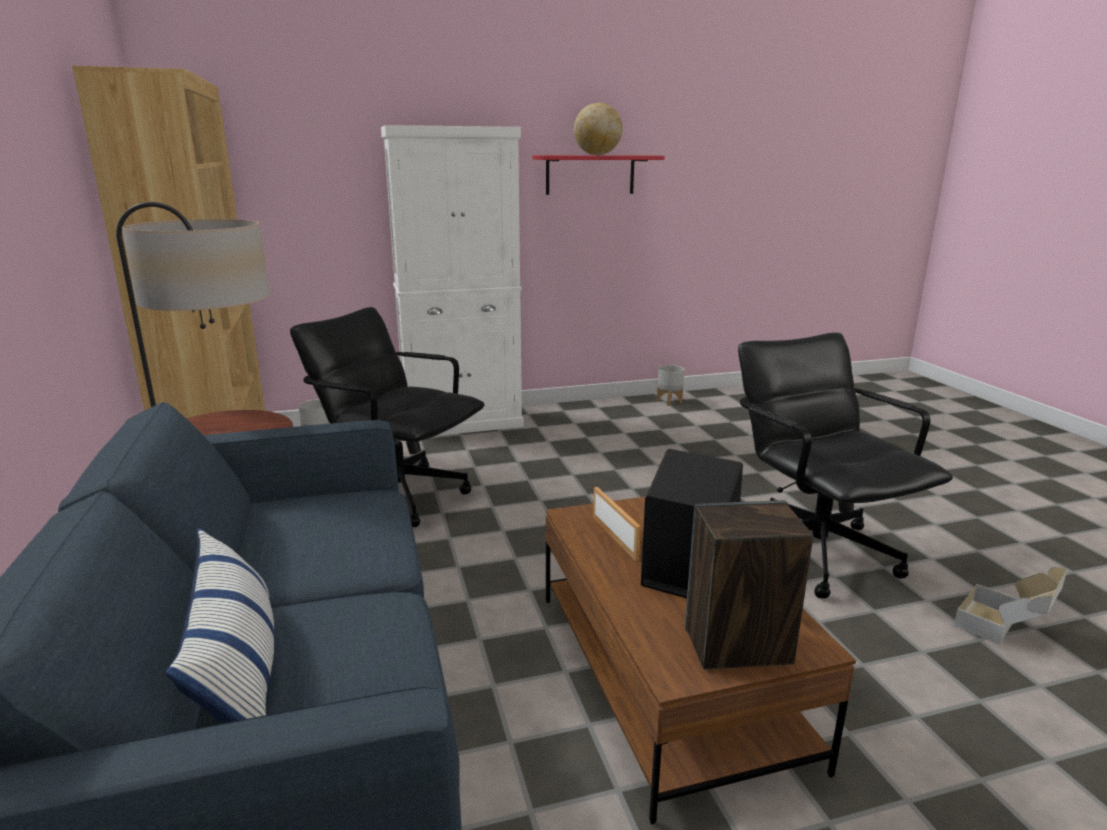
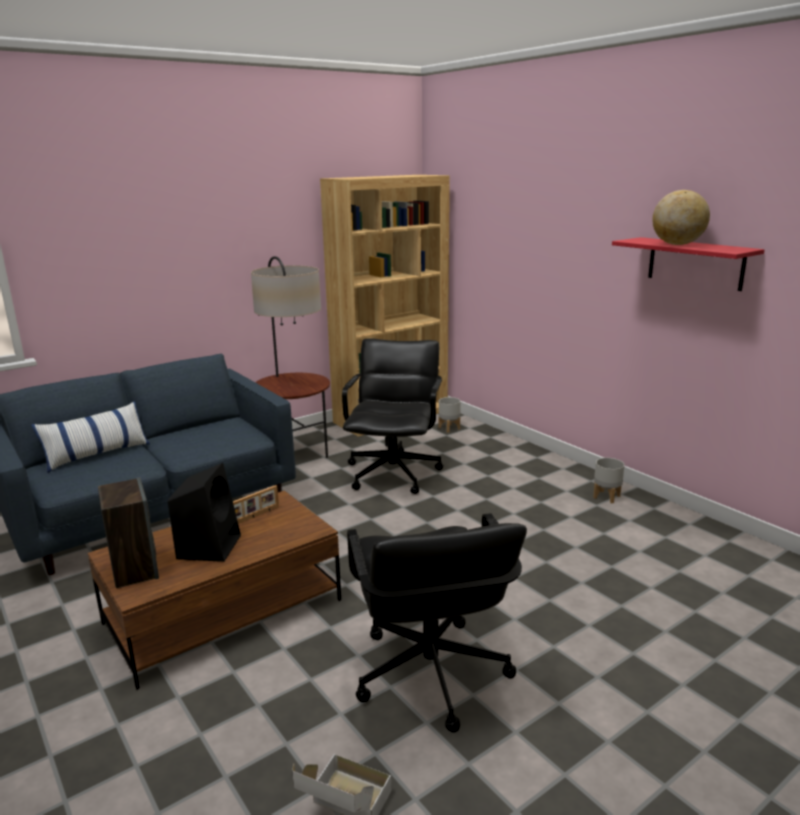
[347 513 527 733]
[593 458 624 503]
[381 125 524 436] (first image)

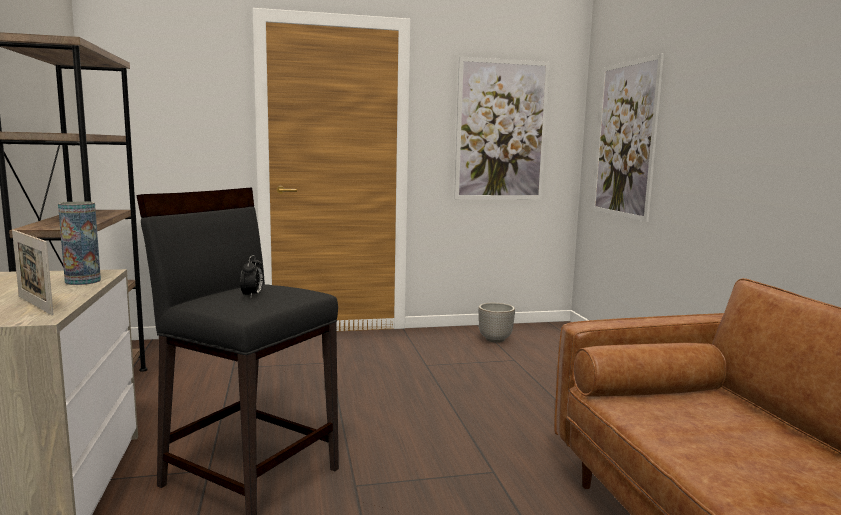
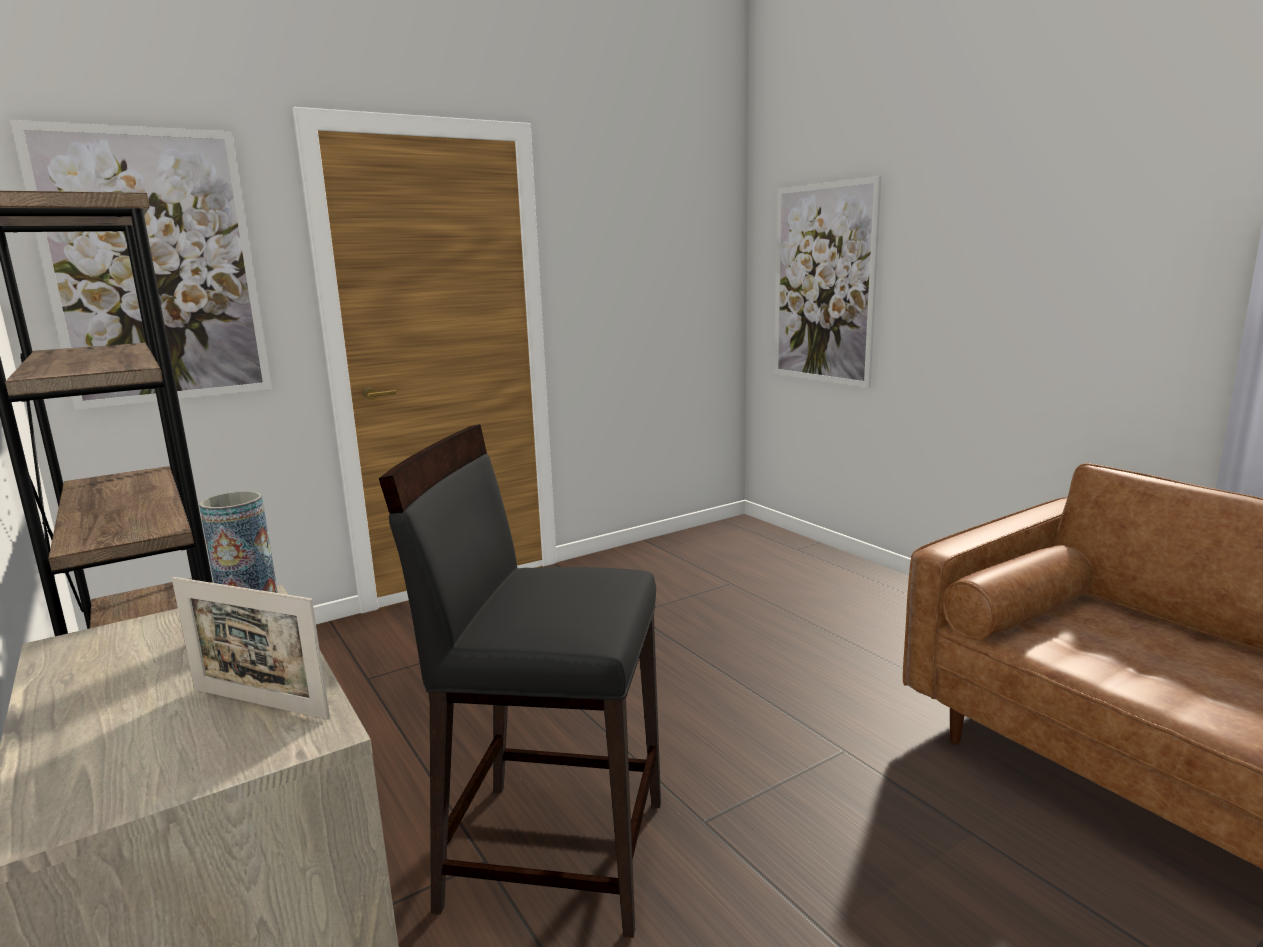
[10 120 272 410]
[240 255 264 297] (first image)
[478 303 515 343] (first image)

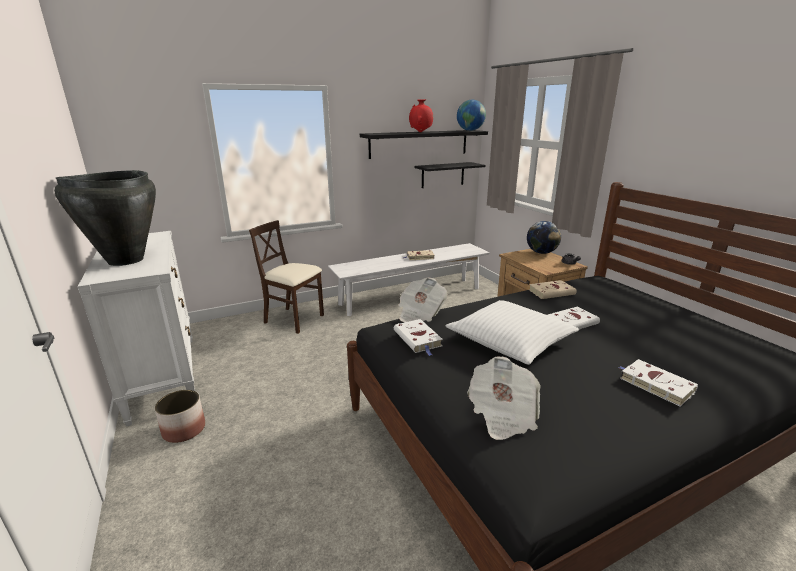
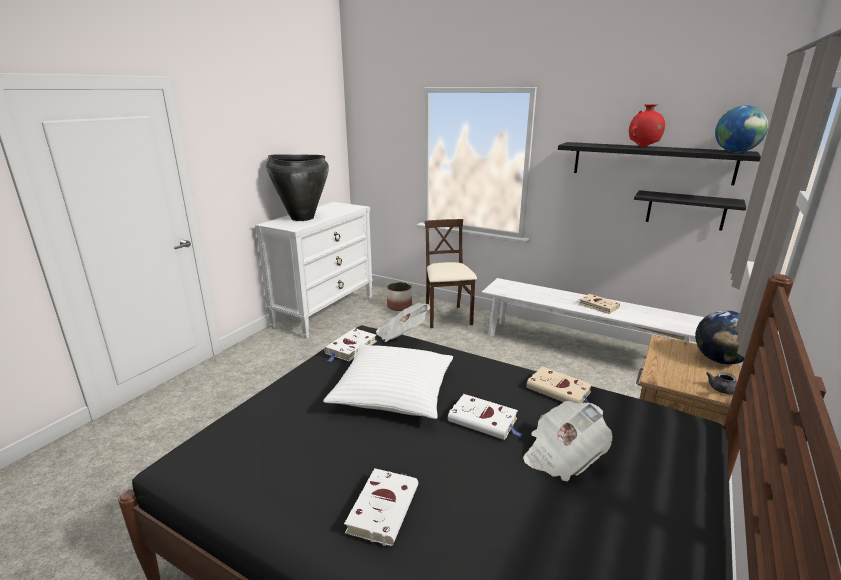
[387 282 412 311]
[523 401 613 481]

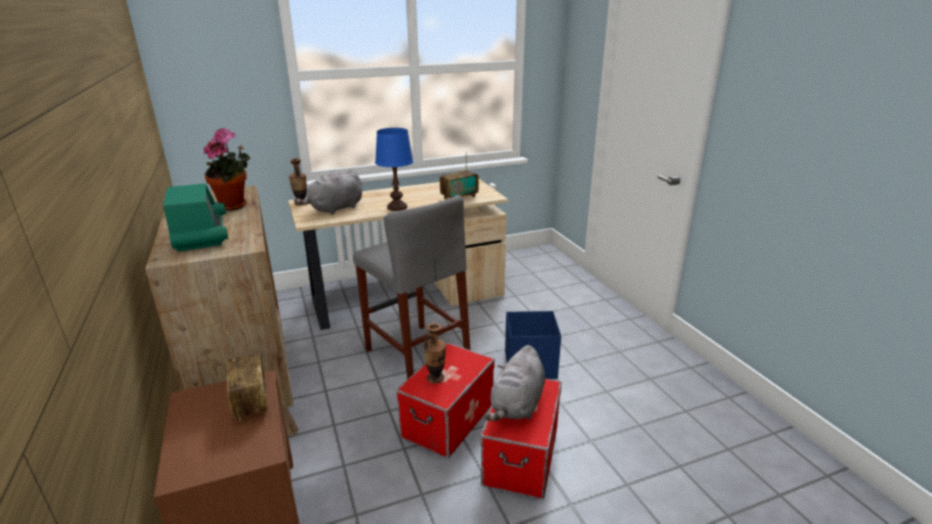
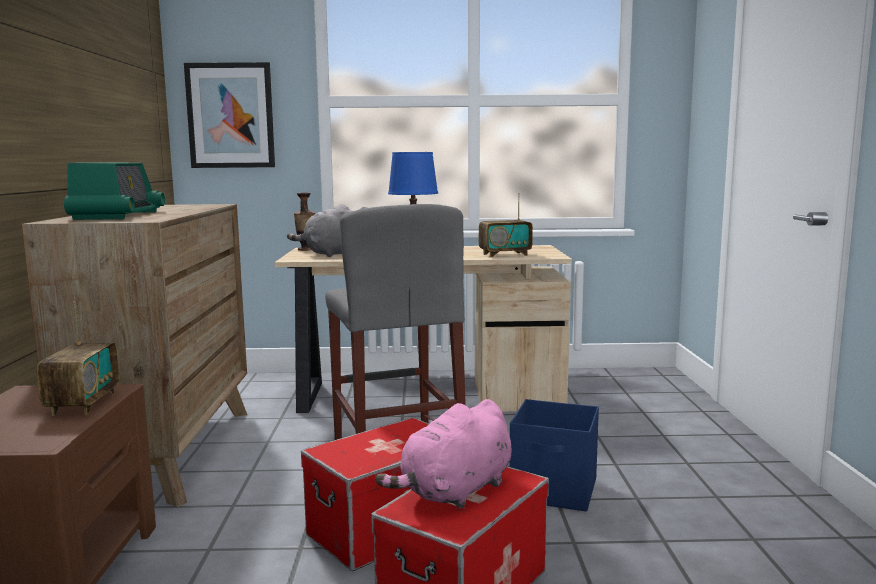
[184 62 275 168]
[375 399 511 508]
[204 128 250 211] (first image)
[423 323 446 384] (first image)

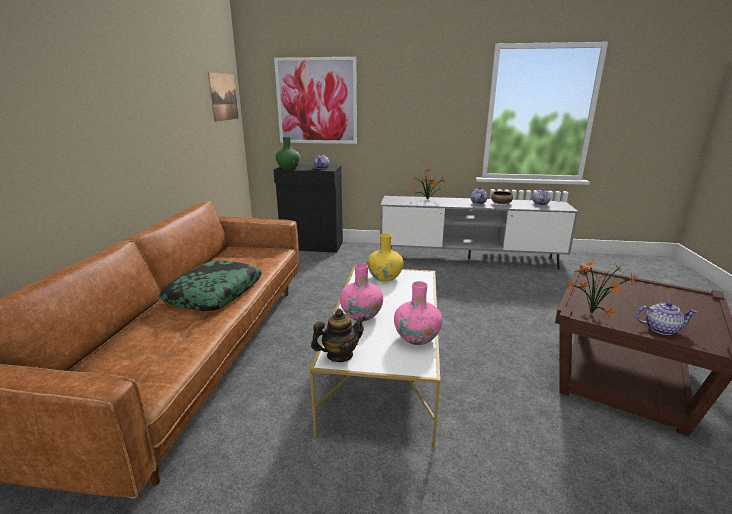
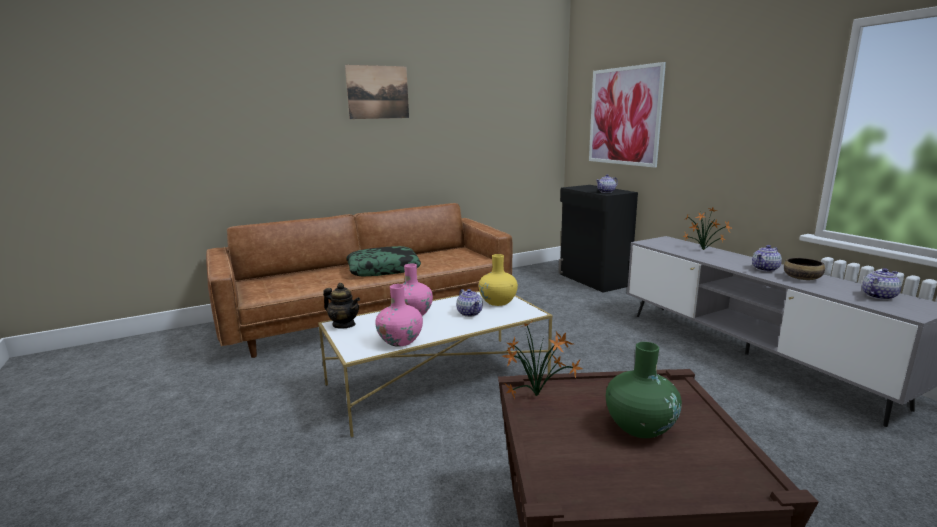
[345 65 409 119]
[456 289 483 317]
[606 342 682 438]

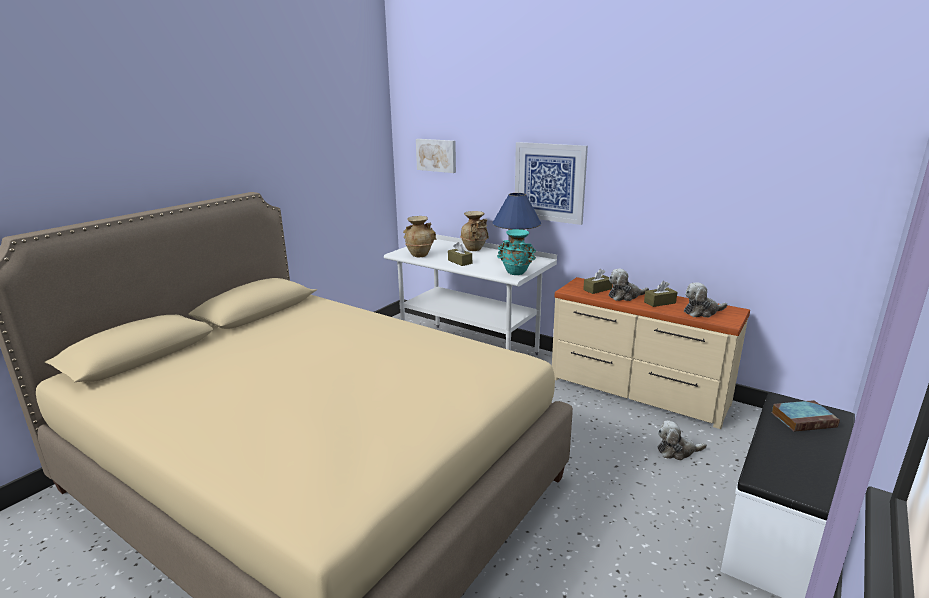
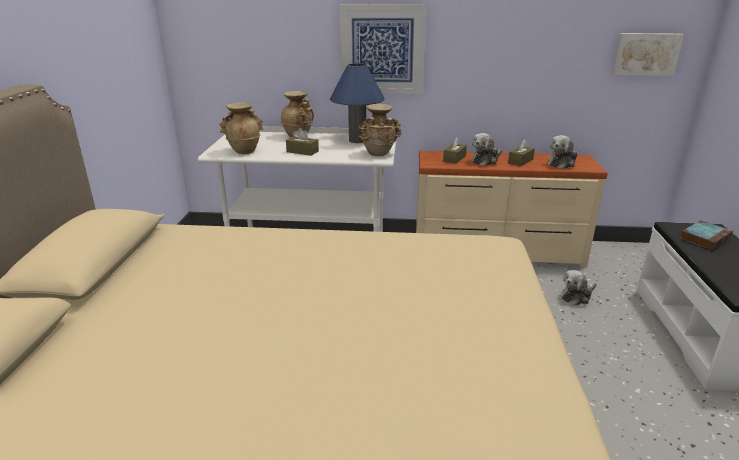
[359 104 402 156]
[612 33 684 76]

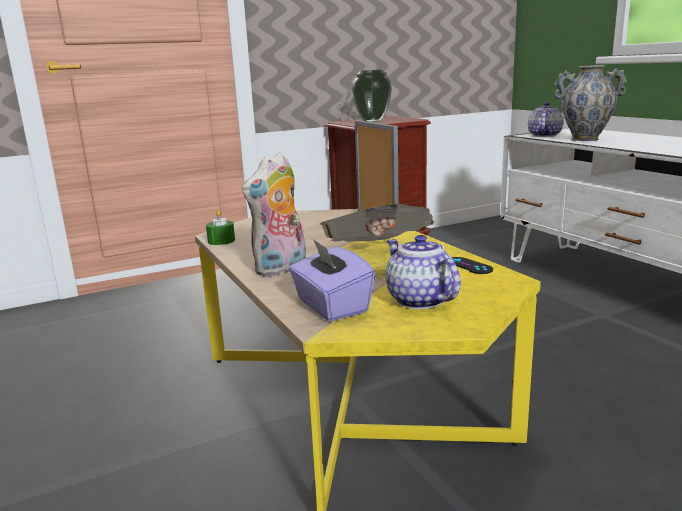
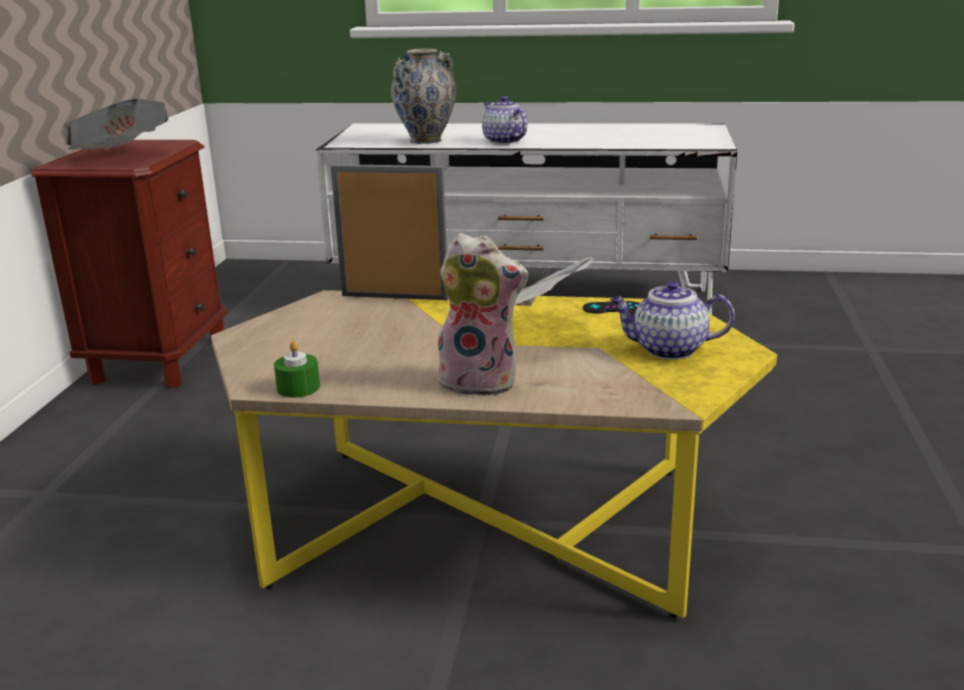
[64 98 169 150]
[438 233 528 396]
[482 96 528 144]
[289 239 375 321] (first image)

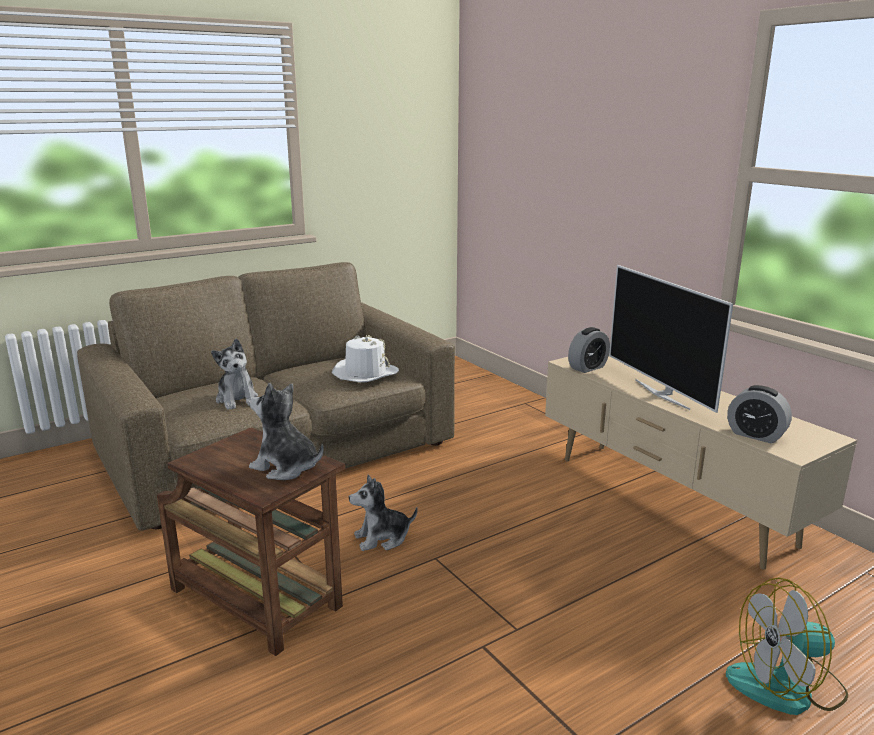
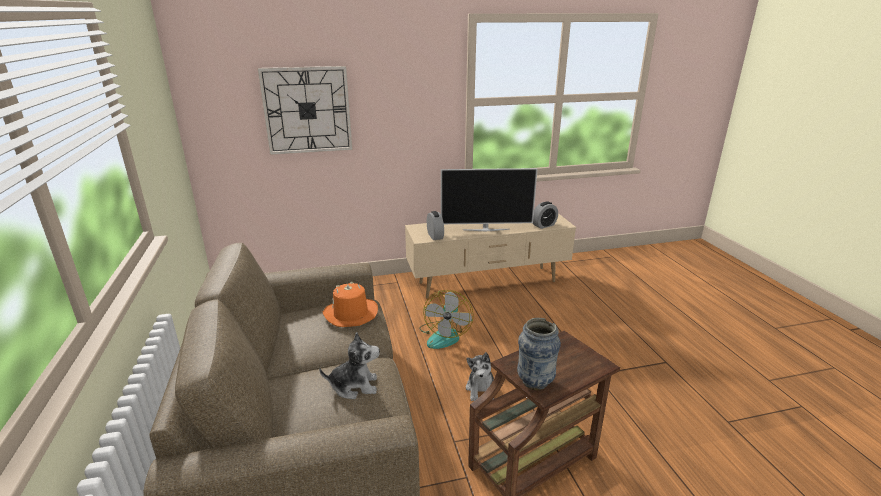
[257 66 353 155]
[323 282 378 327]
[419 290 474 349]
[517 318 561 390]
[249 383 324 480] (first image)

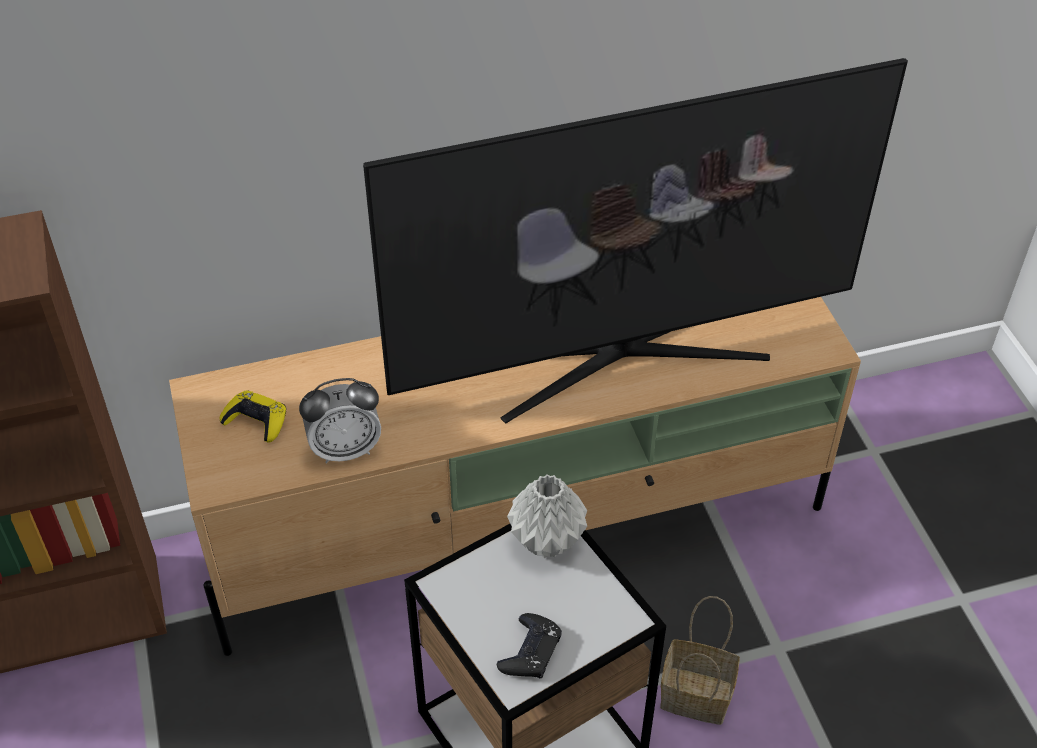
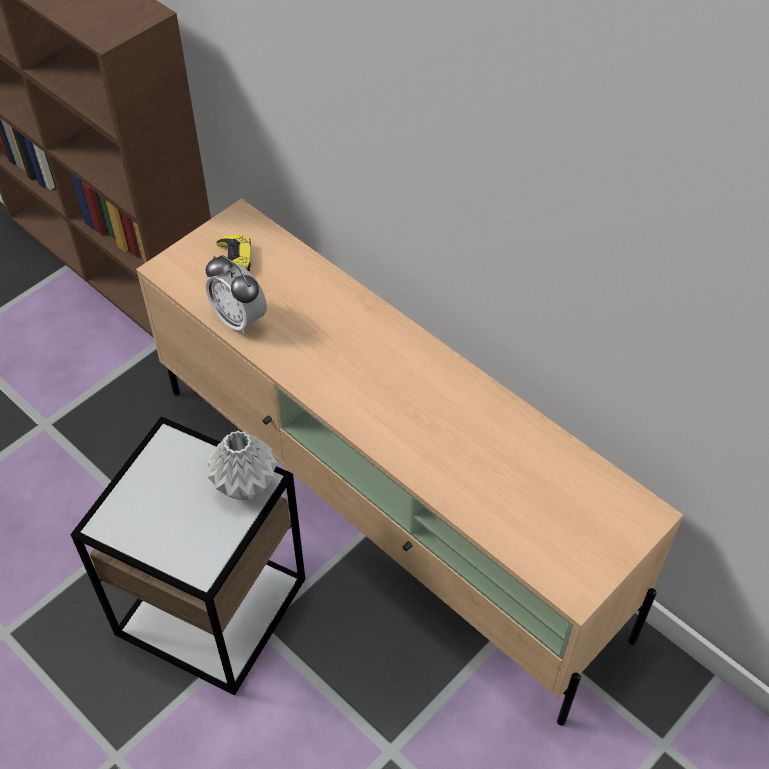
[363 58 908 424] (first image)
[496 613 562 679] (first image)
[660 596 740 725] (first image)

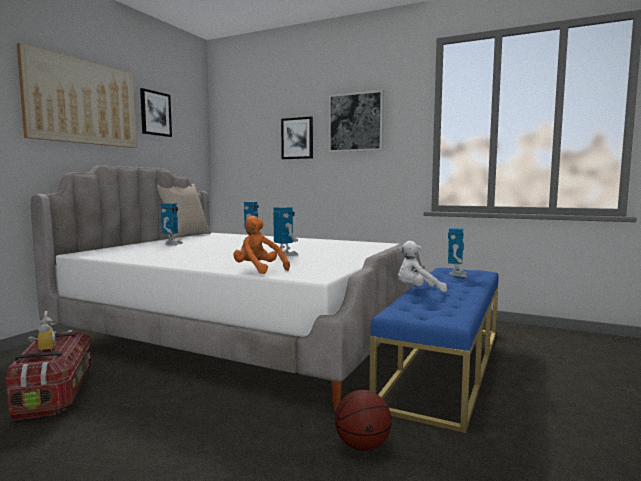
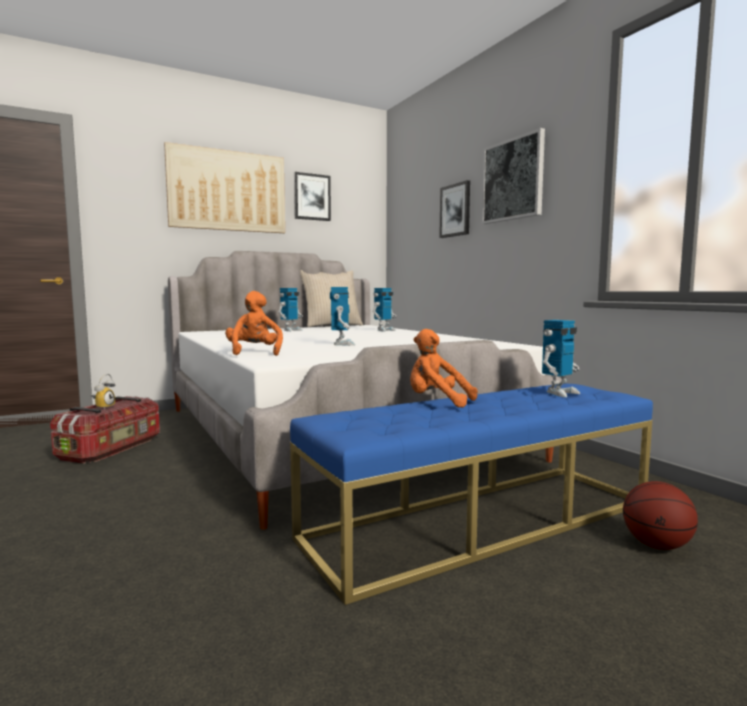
[410 329 478 408]
[623 481 698 550]

